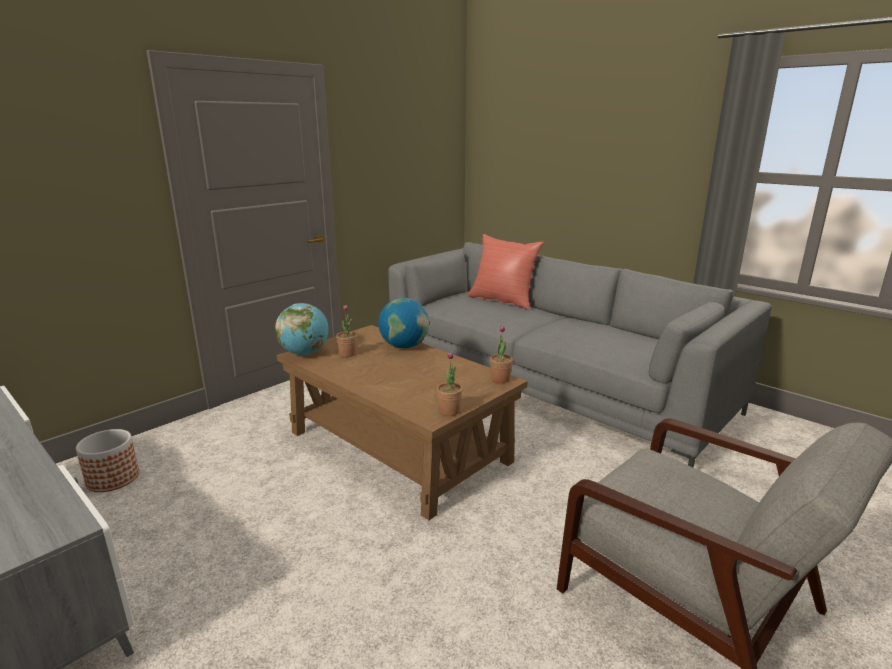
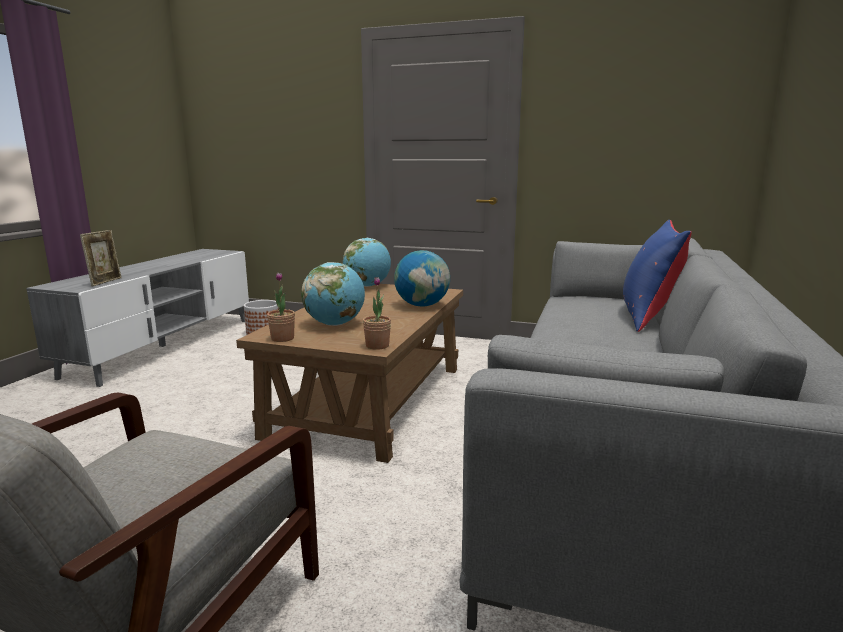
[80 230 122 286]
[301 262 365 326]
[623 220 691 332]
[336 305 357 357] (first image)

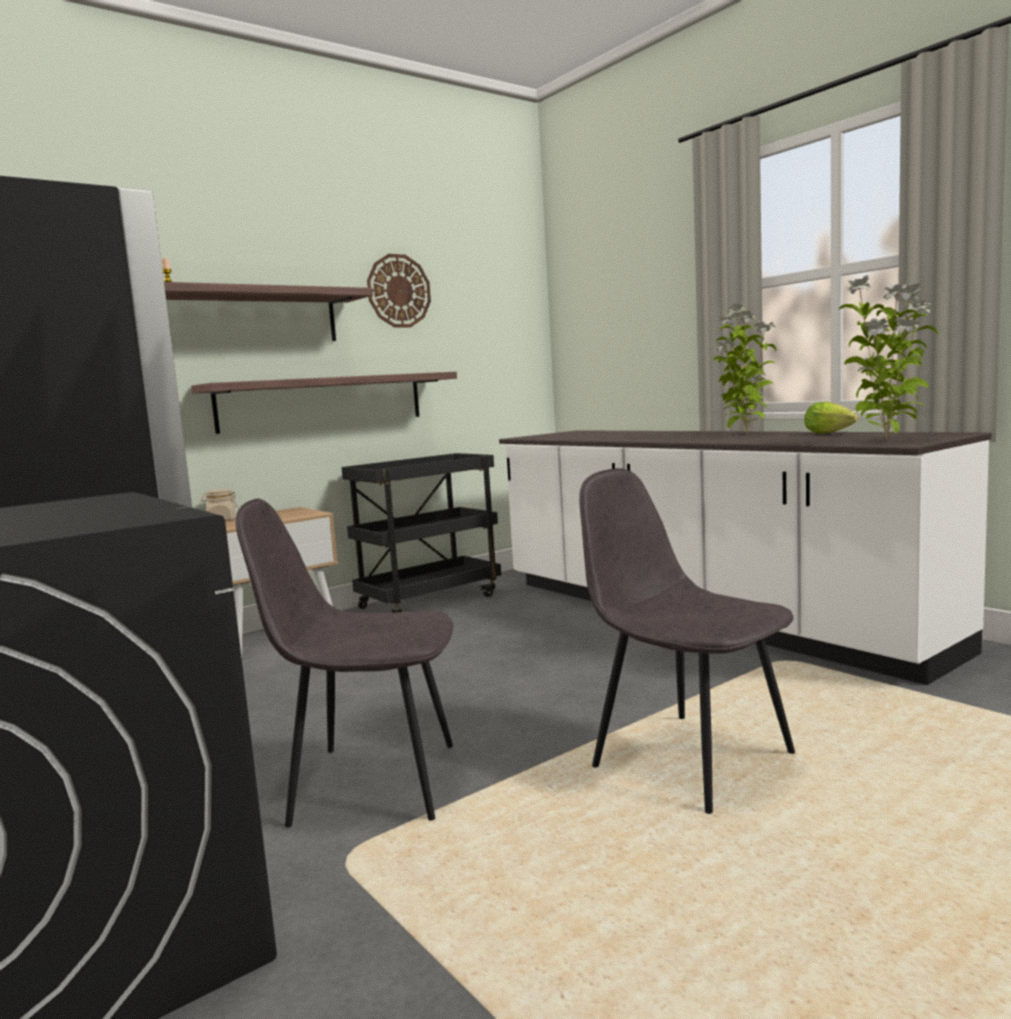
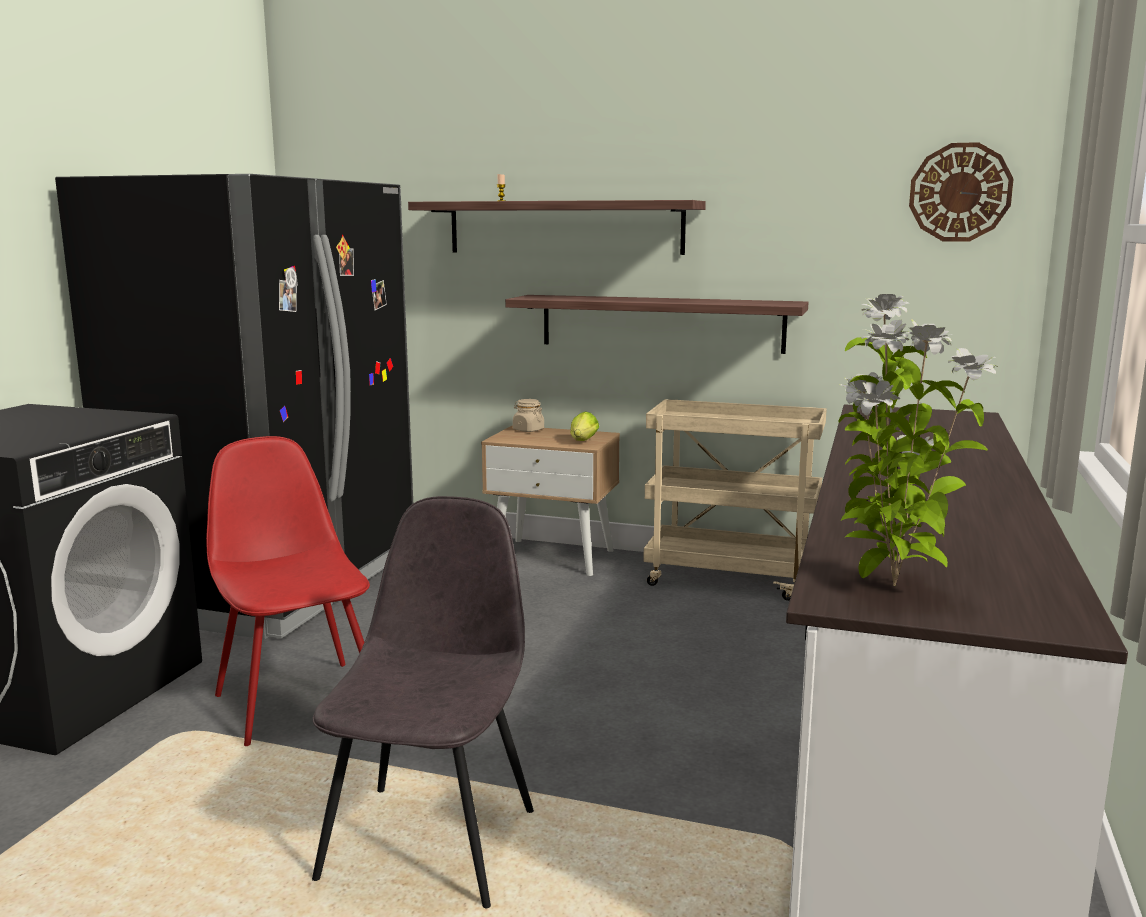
[206 436 370 746]
[571 411 599 441]
[643 399 827 601]
[909 142 1014 242]
[713 304 776 434] (first image)

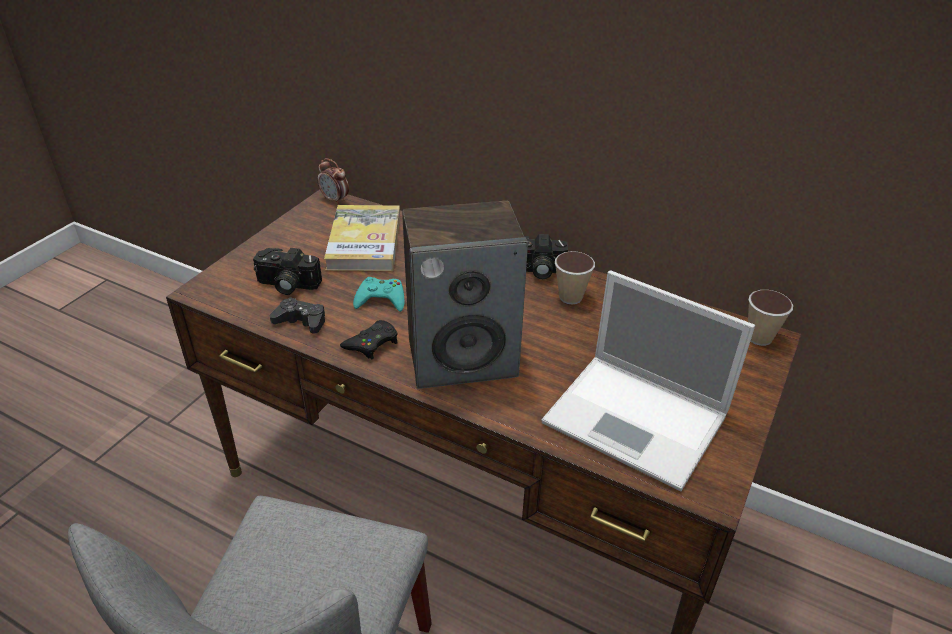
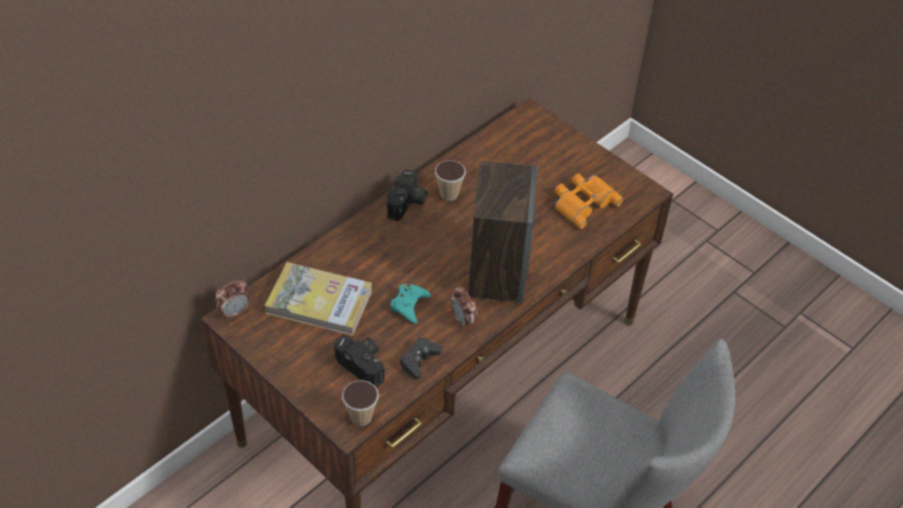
[334 335 386 388]
[342 380 379 426]
[450 286 478 329]
[554 174 624 229]

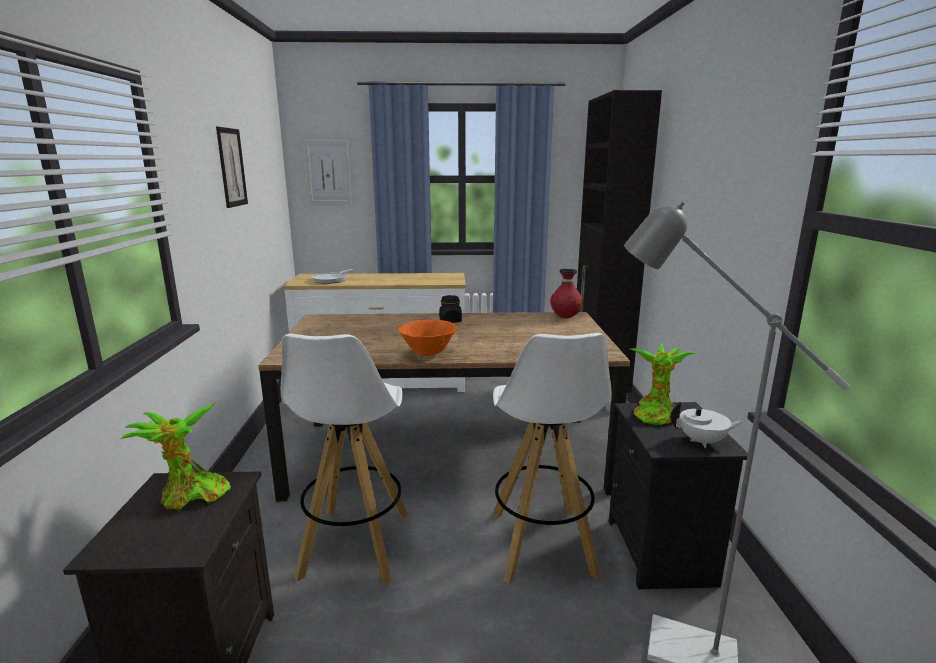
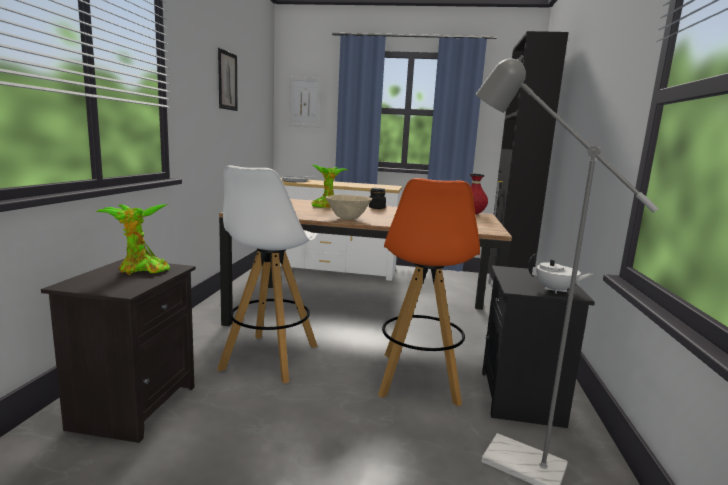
[311 165 348 208]
[325 195 372 220]
[378 178 480 406]

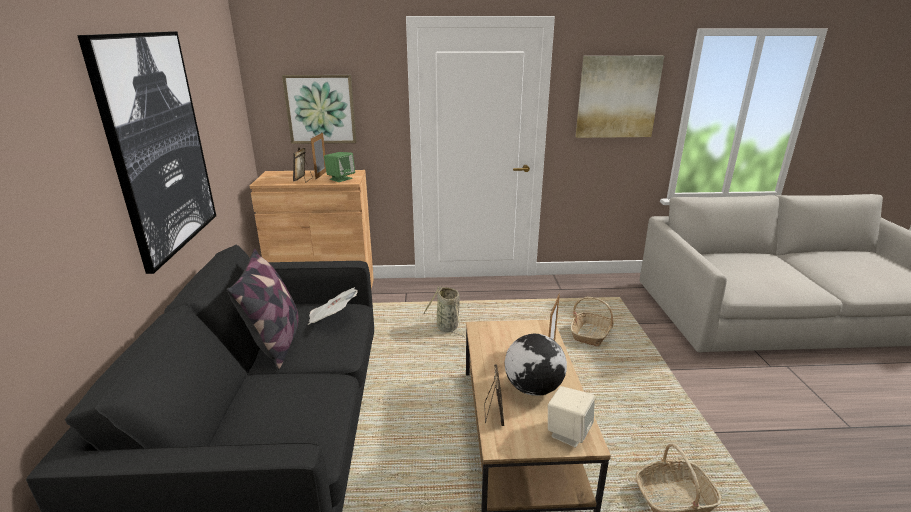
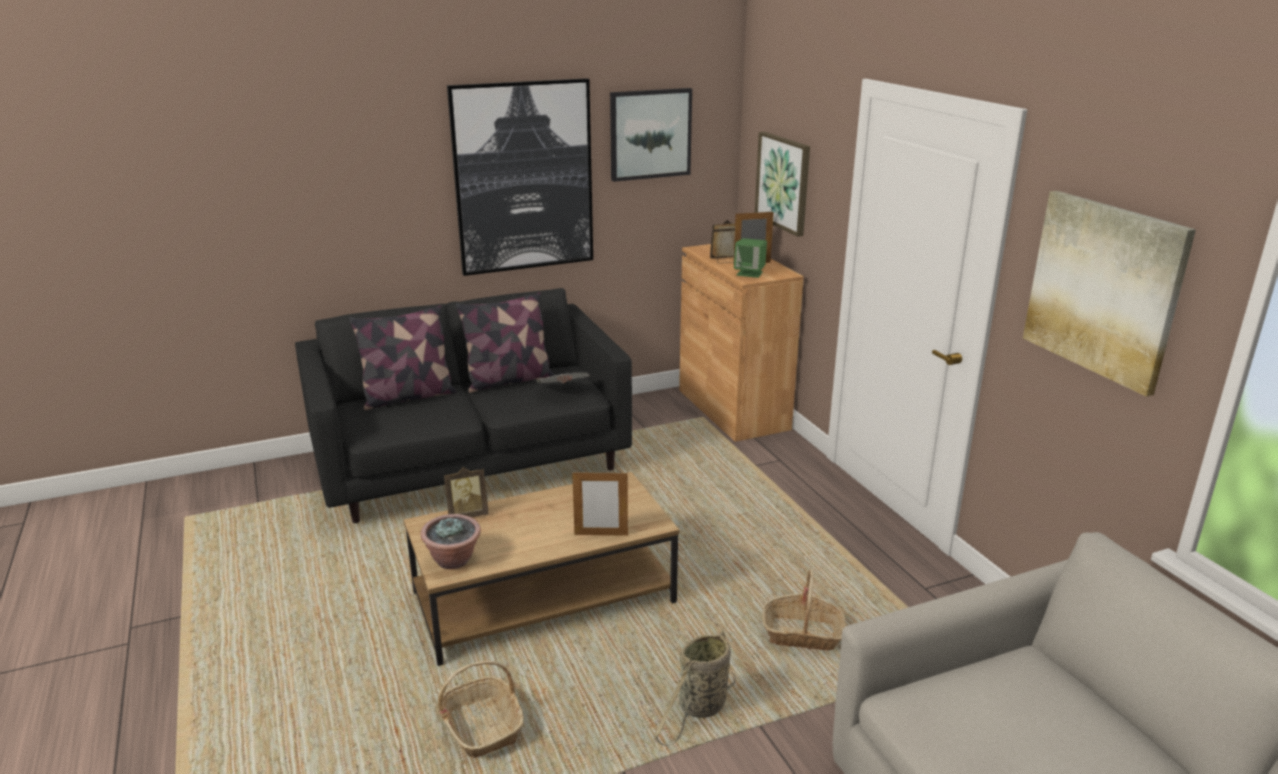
[349 305 457 410]
[421 514 481 569]
[610 88 692 182]
[654 629 736 746]
[505 334 567 396] (first image)

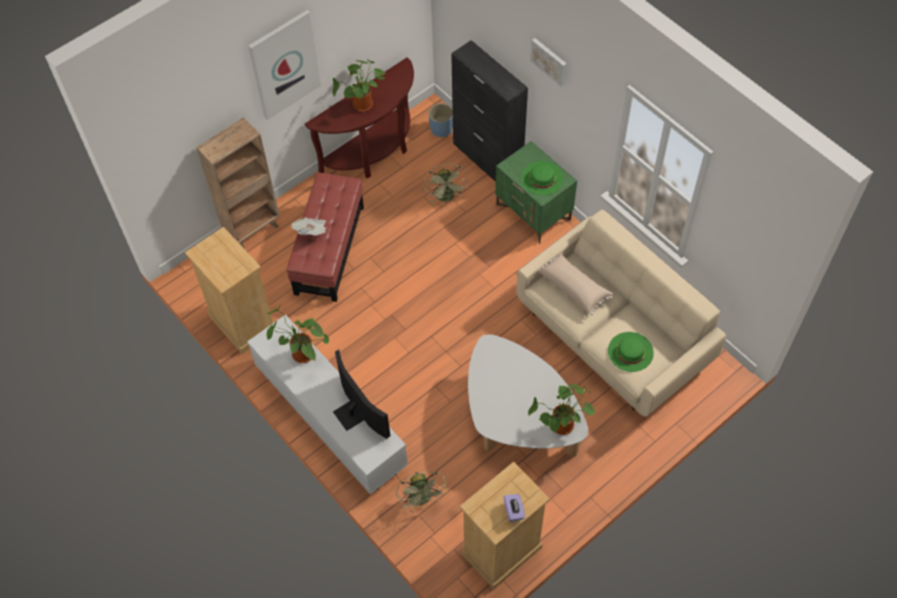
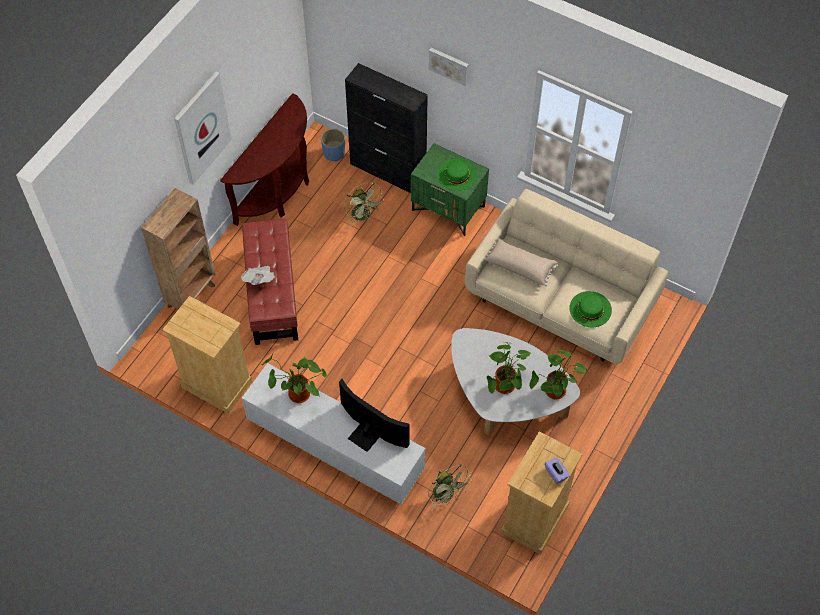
[487 342 531 394]

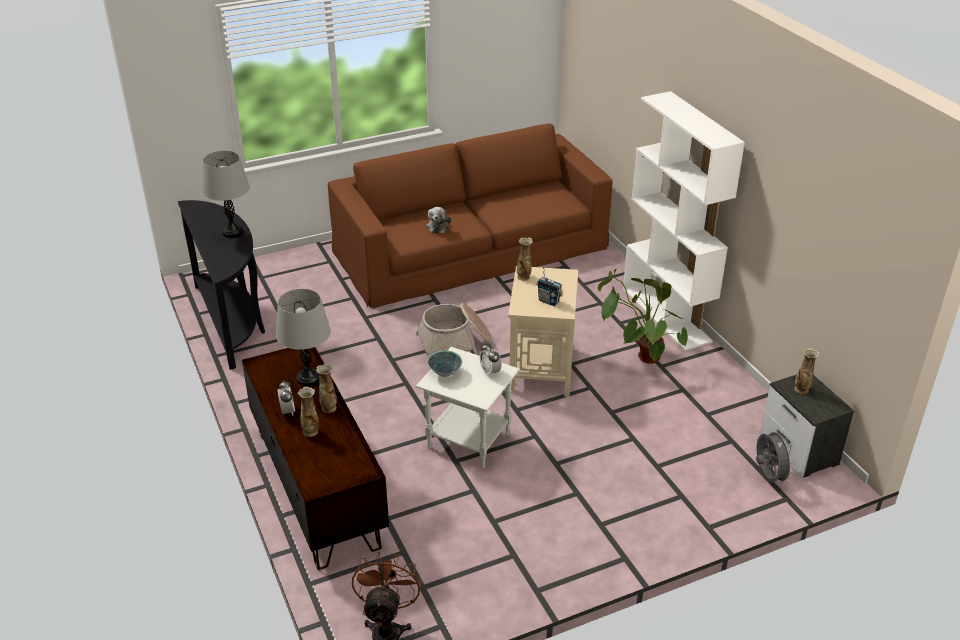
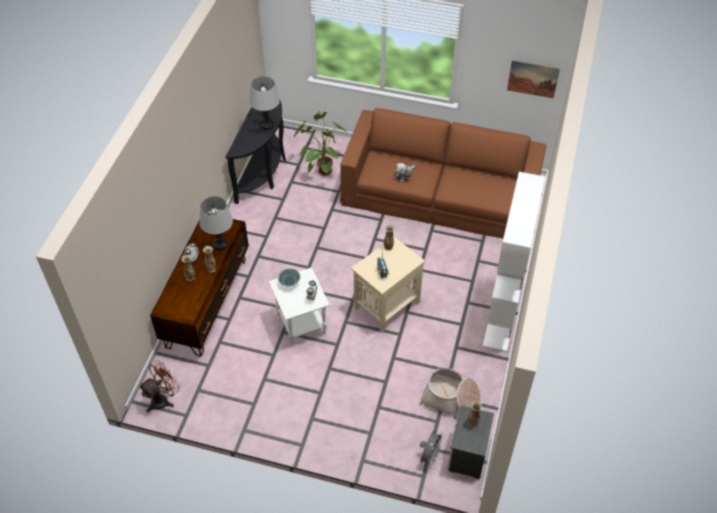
[294 112 349 176]
[419 368 481 419]
[507 60 560 99]

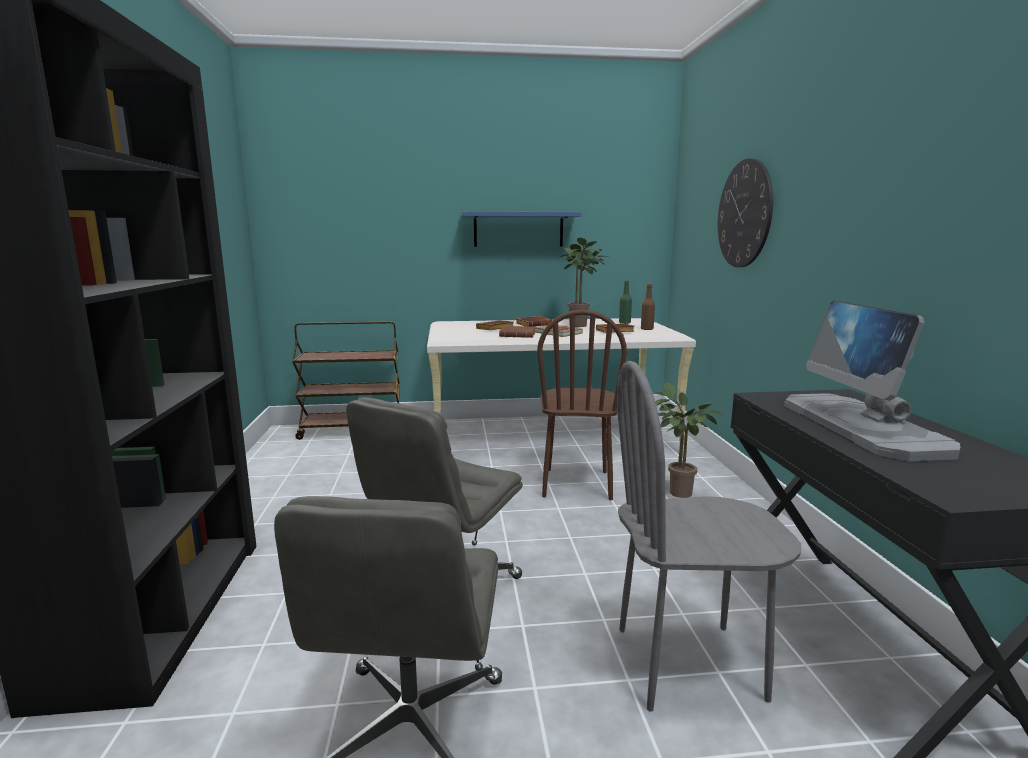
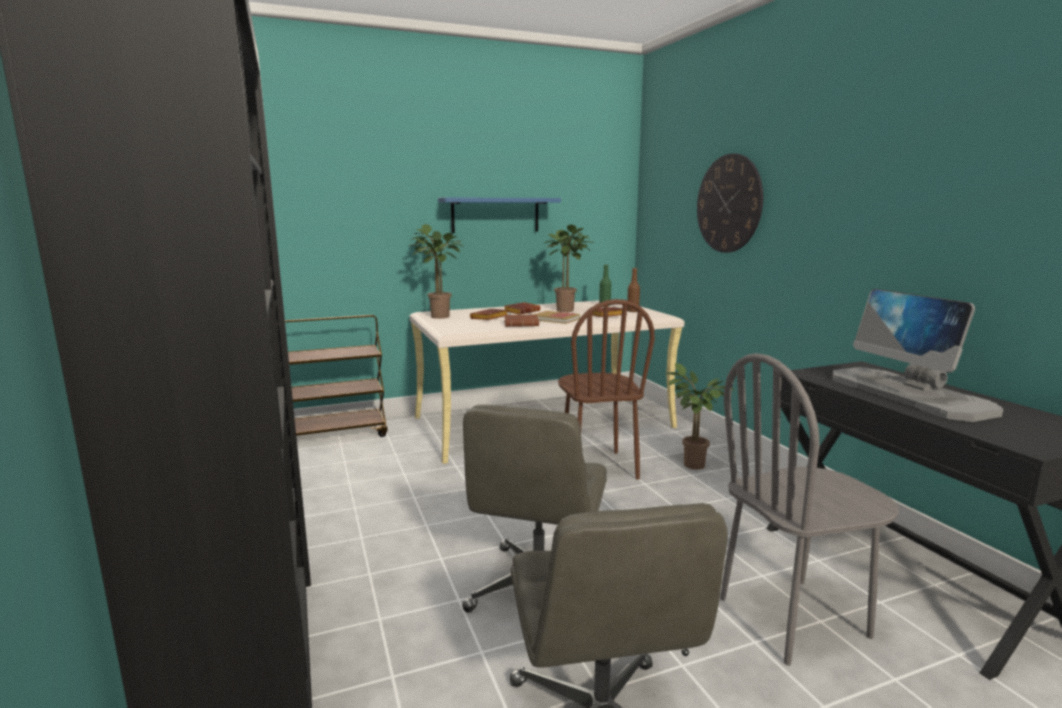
[409 224 462 319]

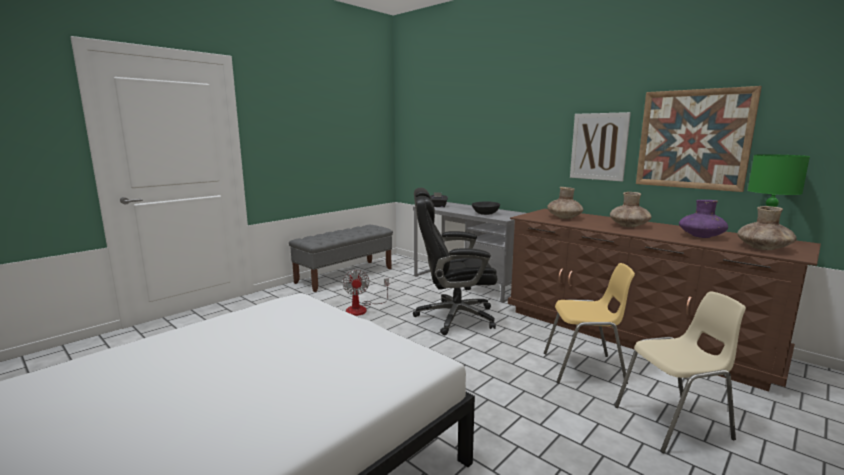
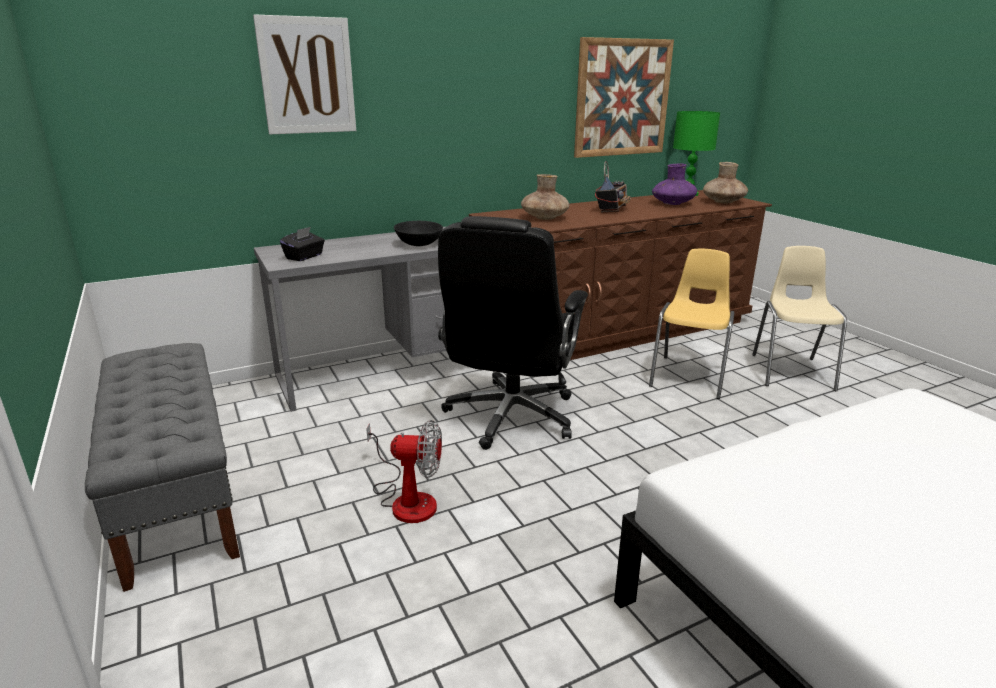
[253 14 356 135]
[595 161 631 212]

